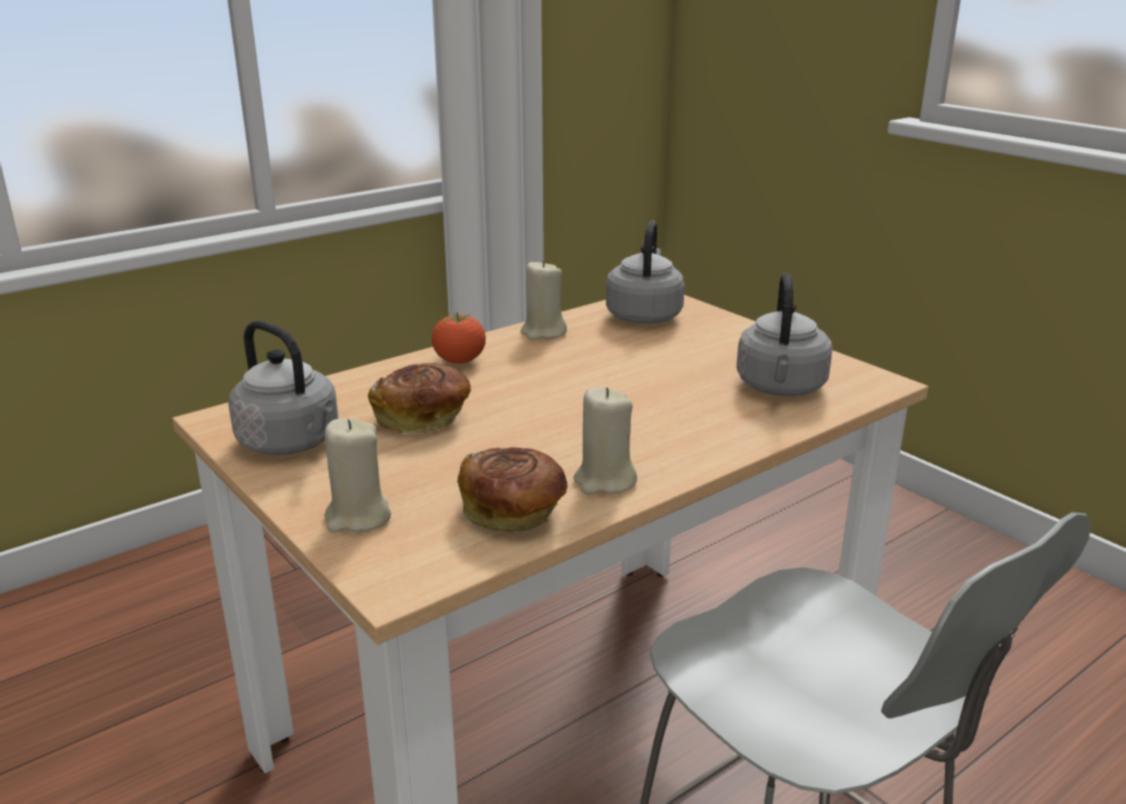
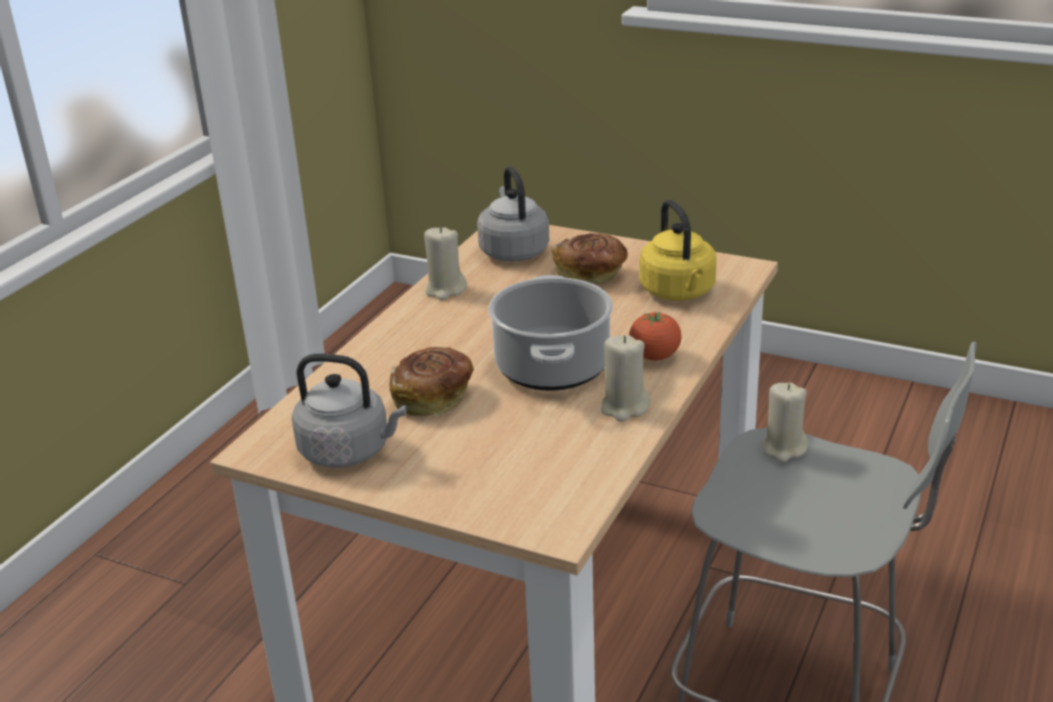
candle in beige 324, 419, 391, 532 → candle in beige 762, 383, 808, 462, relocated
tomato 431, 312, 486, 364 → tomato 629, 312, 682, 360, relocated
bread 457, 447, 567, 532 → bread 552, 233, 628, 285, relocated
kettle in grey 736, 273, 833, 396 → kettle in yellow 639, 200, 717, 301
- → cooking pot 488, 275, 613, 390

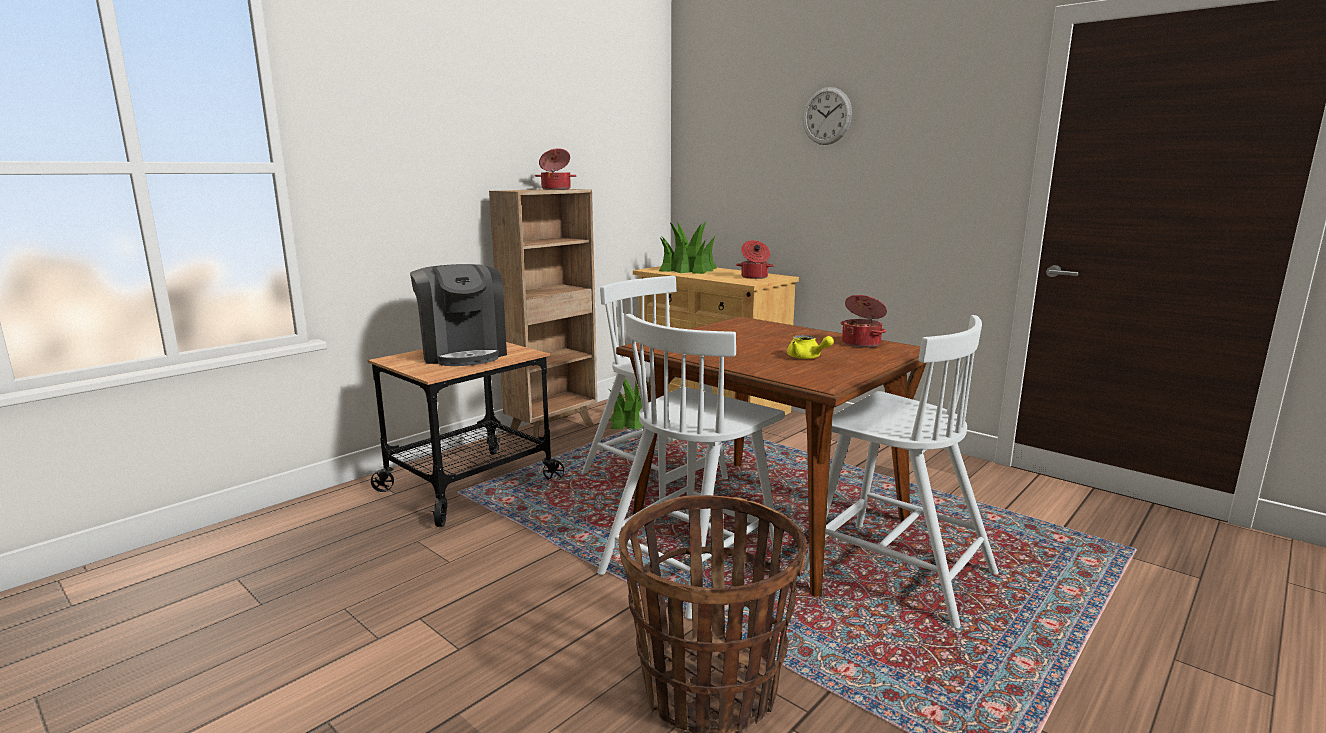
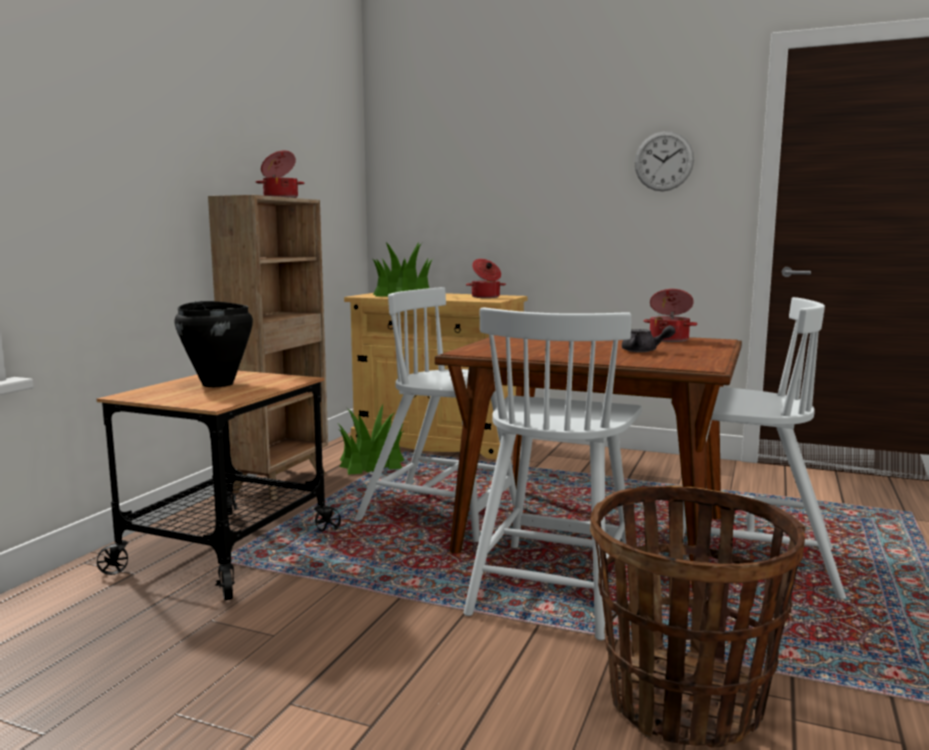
coffee machine 410, 264, 507, 366 → cooking pot in black 174, 301, 253, 387
teapot in yellow 787, 335, 834, 359 → teapot in grey 622, 325, 676, 352
wall clock 803, 87, 852, 145 → wall clock 634, 131, 694, 191, relocated

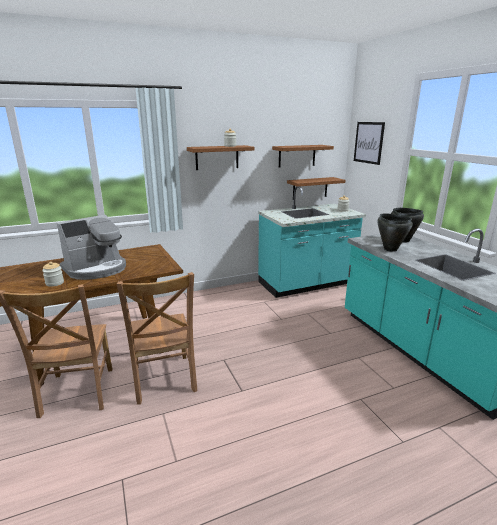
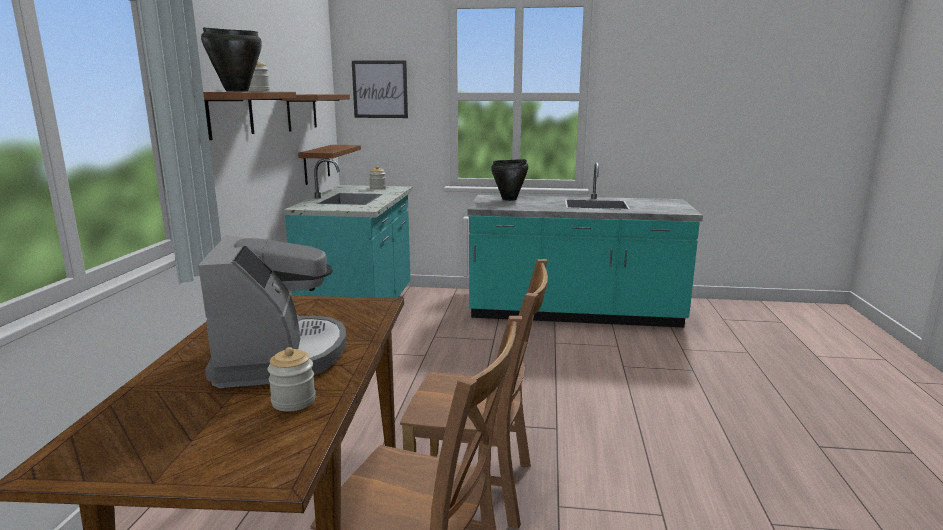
cooking pot in black 377, 213, 413, 252 → cooking pot in black 201, 27, 262, 92, relocated

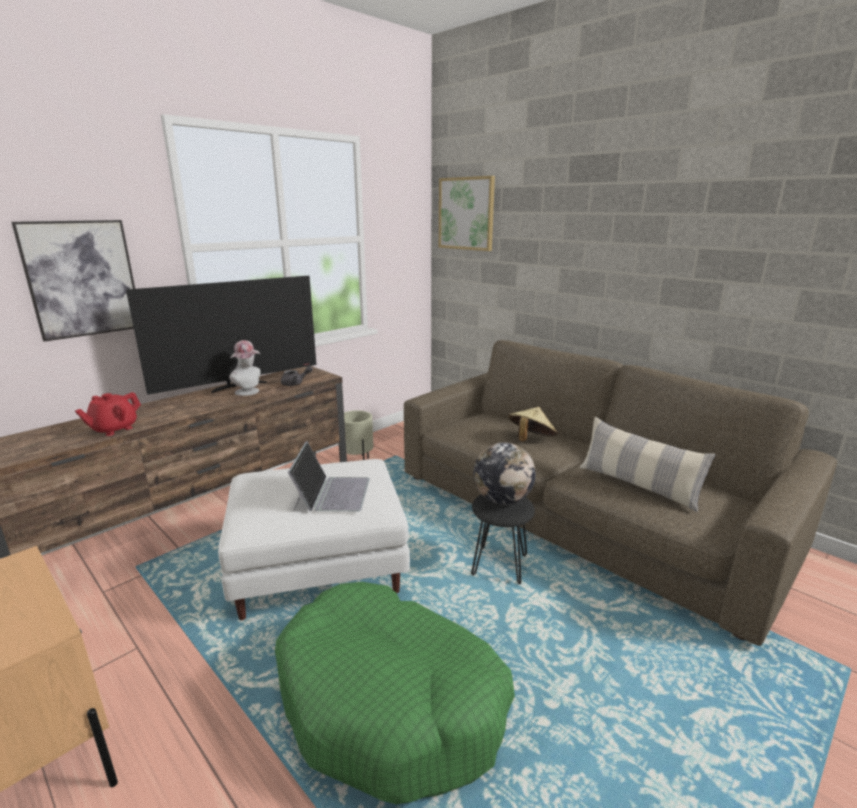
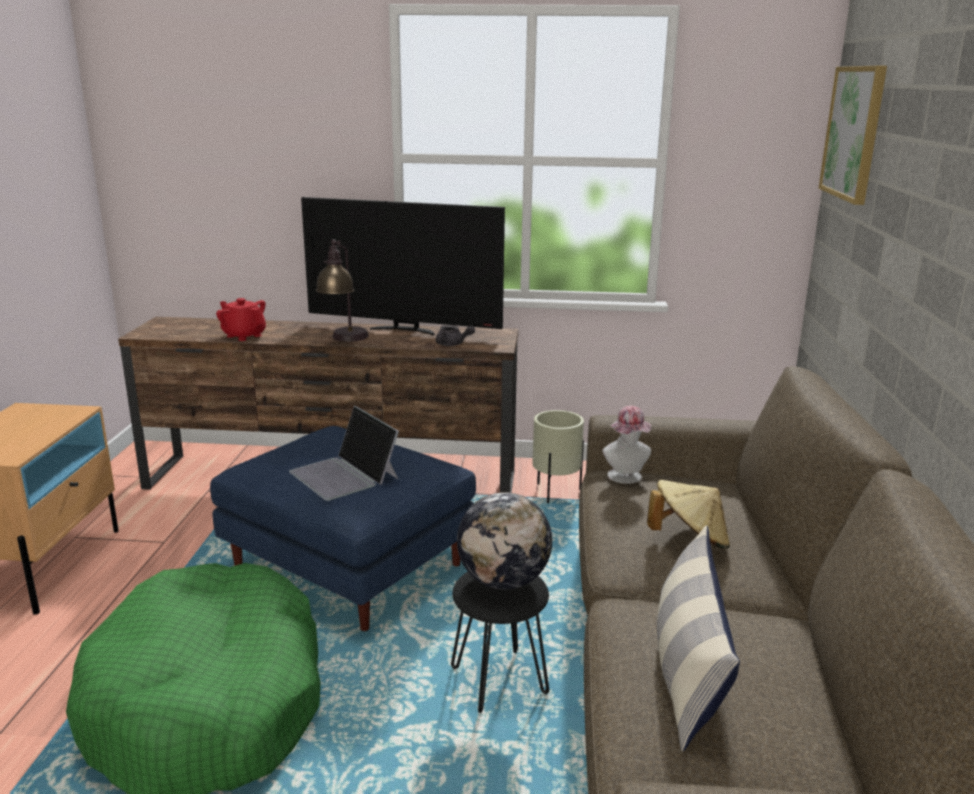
picture 11, 220, 135, 342 → -
teapot in red 75, 392, 141, 436 → teapot in red 216, 298, 266, 341, 45 degrees clockwise
ottoman in white 218, 459, 410, 620 → ottoman in blue 210, 426, 476, 631
hat 229, 340, 261, 396 → hat 602, 406, 651, 484, relocated
laptop 288, 441, 370, 512 → laptop 289, 406, 399, 501, 90 degrees clockwise
- → table lamp 315, 239, 369, 342

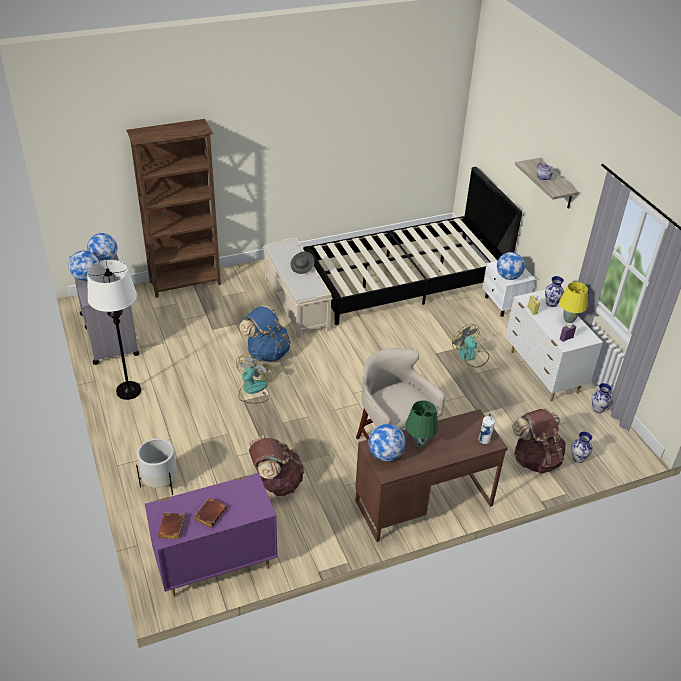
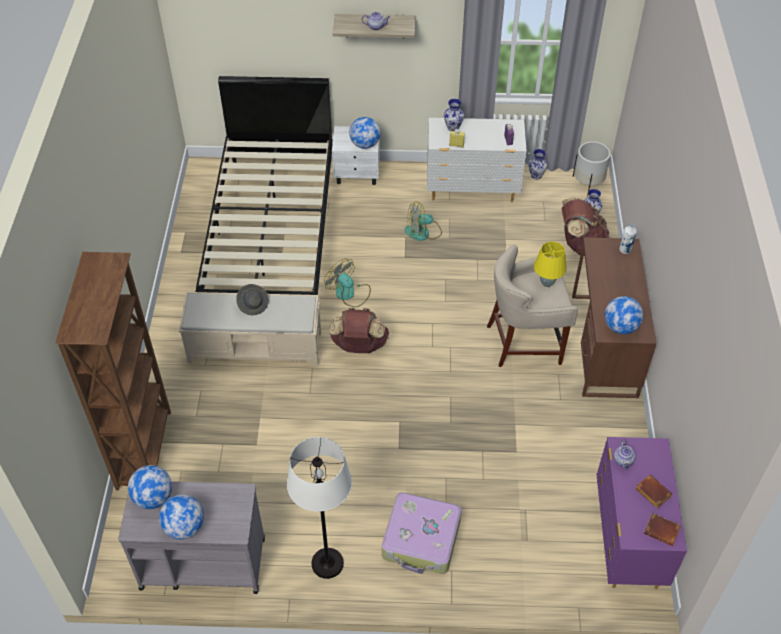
planter in white 136, 438, 177, 495 → planter in white 573, 141, 611, 196, relocated
fan 236, 354, 269, 404 → fan 324, 259, 371, 307, relocated
backpack in blue 239, 305, 291, 362 → -
backpack in brown 249, 436, 305, 496 → backpack in brown 329, 308, 389, 353, relocated
table lamp in green 405, 400, 438, 447 → -
table lamp in yellow 559, 282, 588, 323 → table lamp in yellow 534, 241, 567, 287, relocated
- → suitcase 382, 492, 462, 574
- → teapot 614, 439, 636, 470

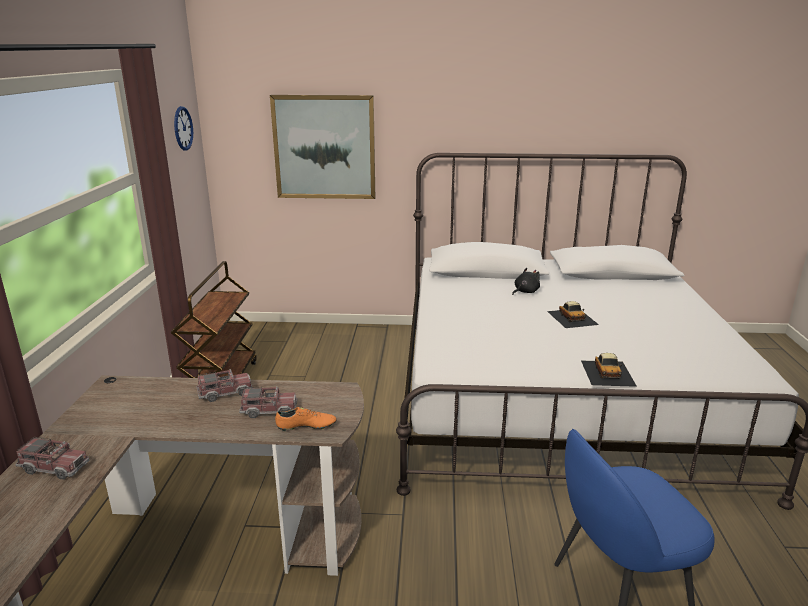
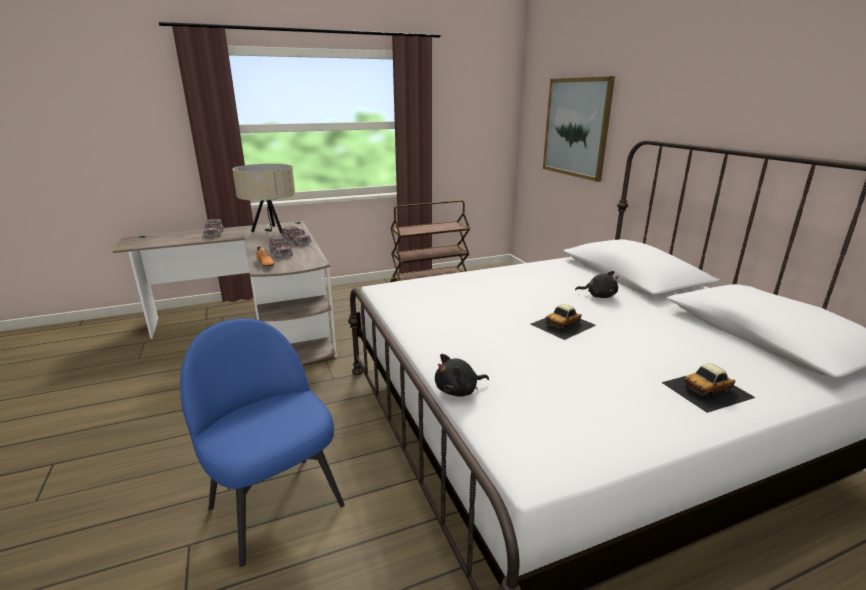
wall clock 174, 106, 193, 150 → -
toy car 581, 353, 637, 387 → toy car 661, 364, 756, 413, relocated
- → table lamp in beige 232, 164, 295, 234
- → plush toy in black 435, 354, 489, 397

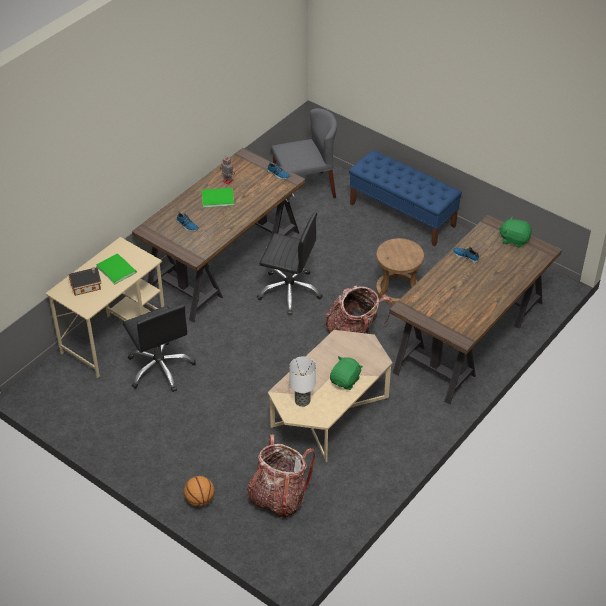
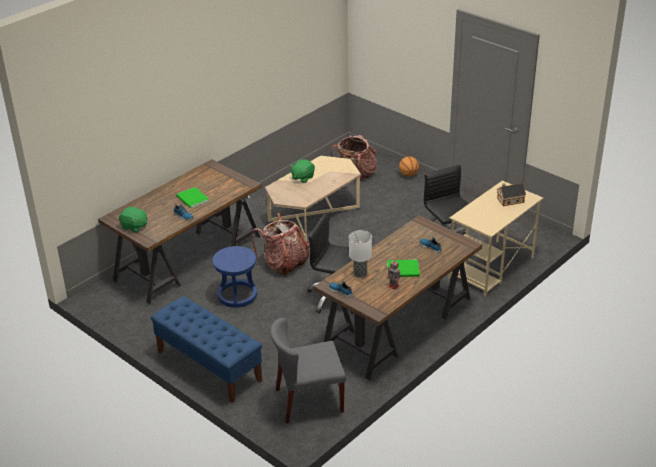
book in green 96, 253, 137, 284 → book in green 176, 187, 209, 208, relocated
table lamp 289, 357, 316, 407 → table lamp 349, 230, 372, 278, relocated
stool in brown 376, 238, 424, 305 → stool in blue 212, 246, 257, 308

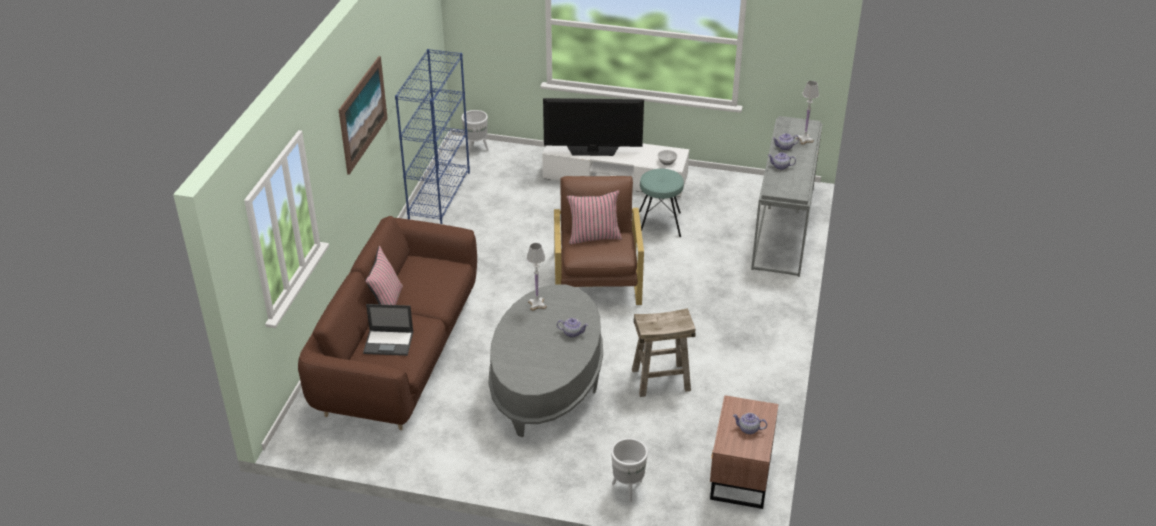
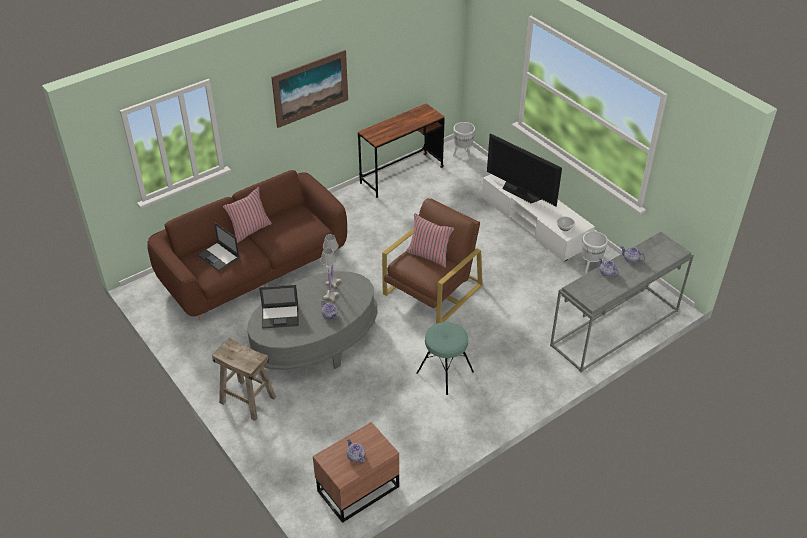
bookcase in blue 395, 49, 470, 224 → desk in brown 358, 103, 445, 198
planter in white 611, 438, 648, 502 → planter in white 582, 231, 608, 273, relocated
stool in beige 632, 308, 696, 397 → stool in beige 212, 338, 276, 421, relocated
stool in turquoise 639, 169, 684, 237 → stool in turquoise 416, 322, 474, 395, relocated
table lamp in white 796, 81, 819, 145 → table lamp in white 320, 248, 339, 303, relocated
- → laptop 259, 285, 299, 329

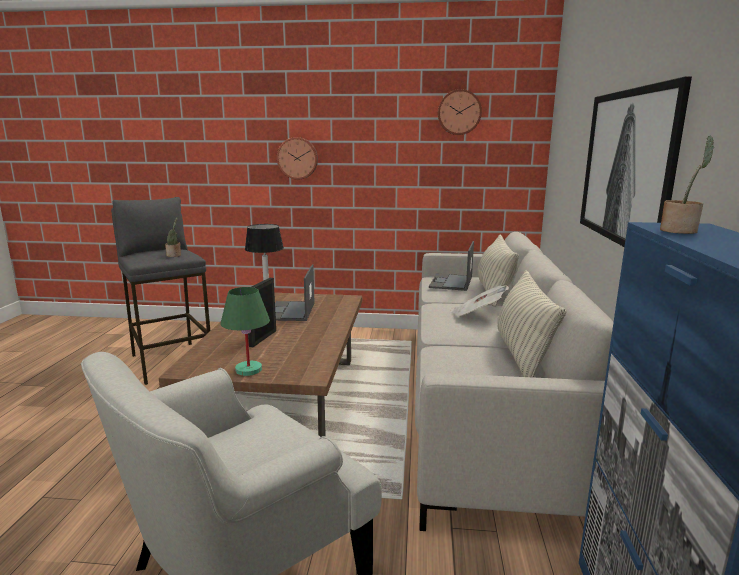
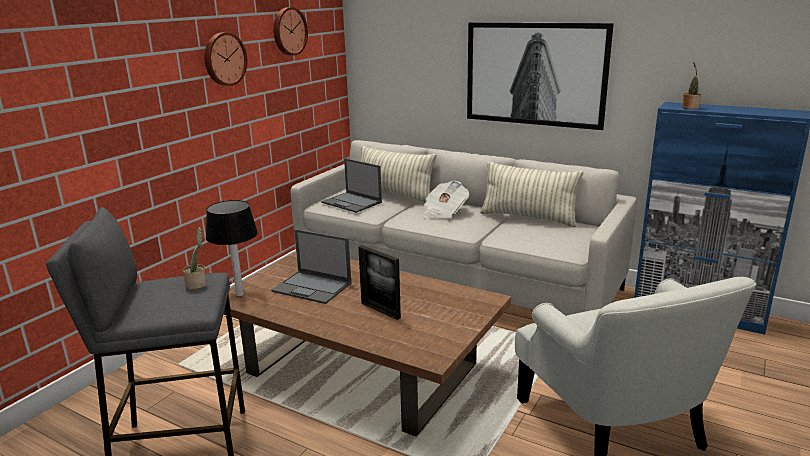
table lamp in green 220, 287, 270, 376 → -
wall clock 277, 137, 318, 180 → wall clock 204, 32, 247, 86, relocated

